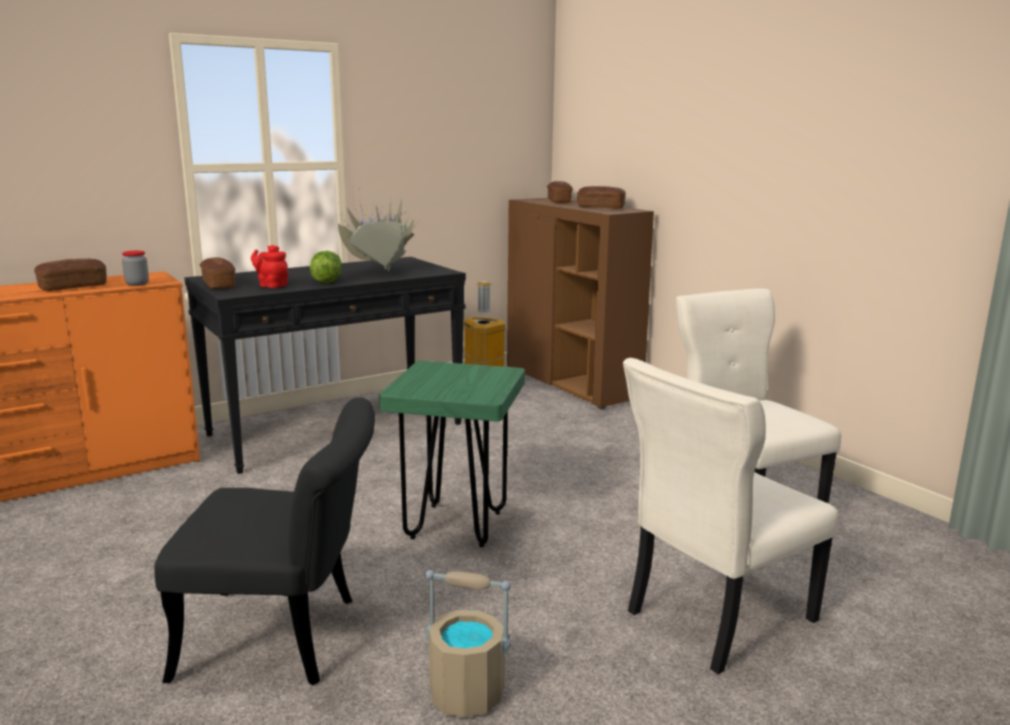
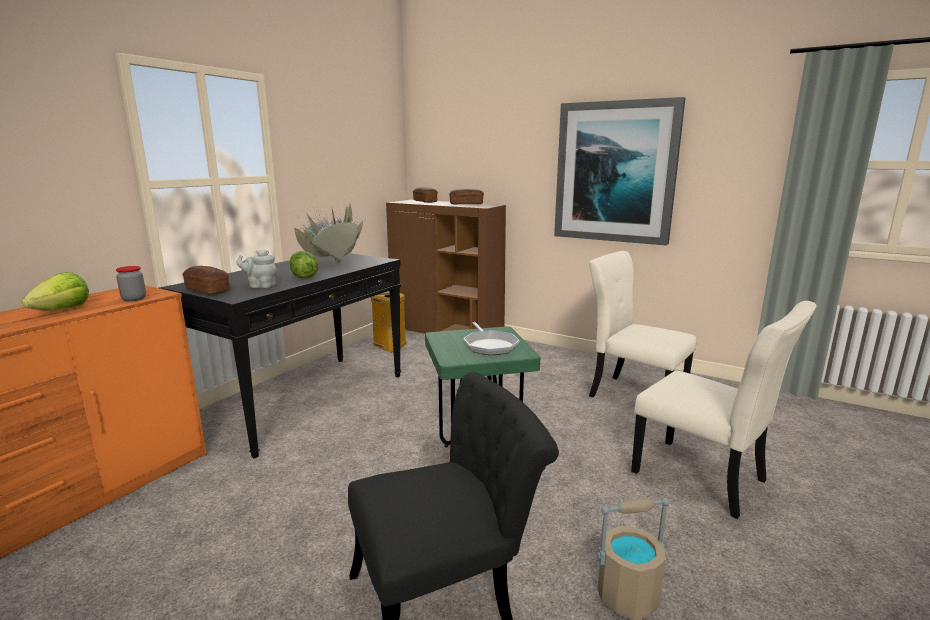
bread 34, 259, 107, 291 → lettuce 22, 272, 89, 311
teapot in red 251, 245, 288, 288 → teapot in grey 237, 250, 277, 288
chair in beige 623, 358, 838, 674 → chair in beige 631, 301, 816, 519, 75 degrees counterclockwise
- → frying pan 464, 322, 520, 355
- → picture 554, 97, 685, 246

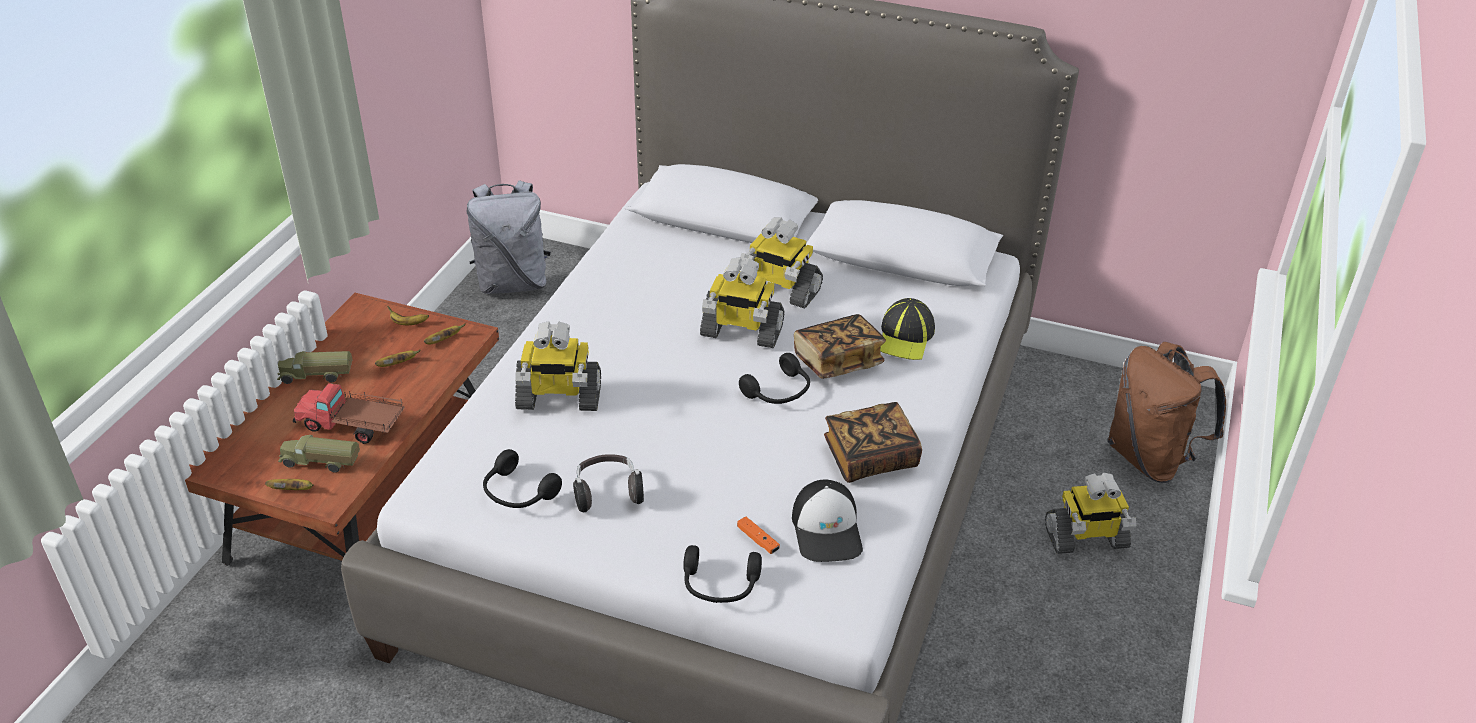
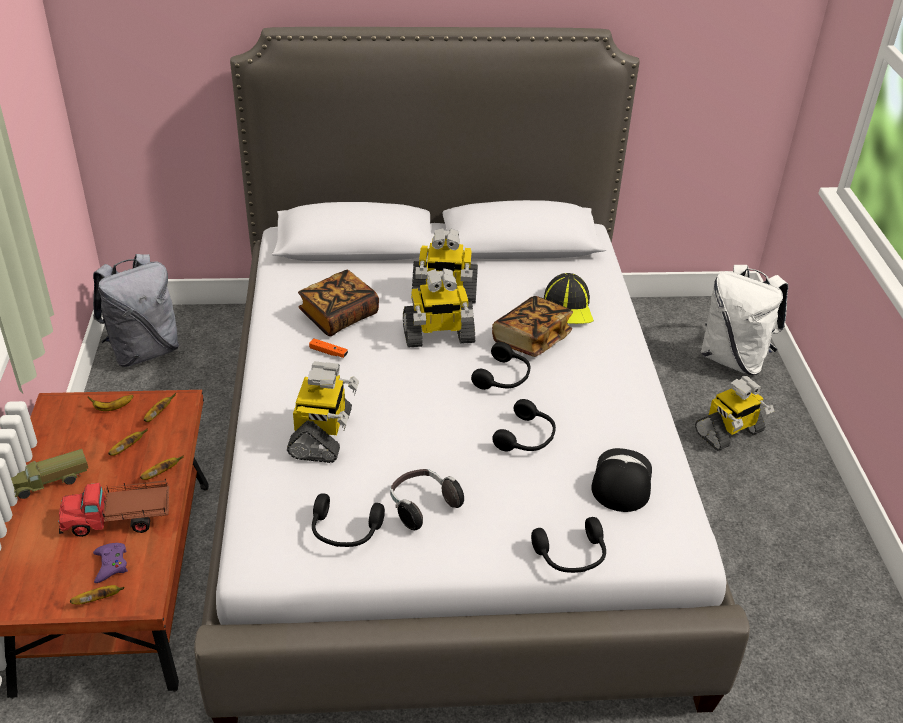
toy truck 278, 435, 360, 472 → game controller in purple 93, 543, 128, 583
toy robot 515, 321, 601, 411 → toy robot 287, 361, 359, 463, 60 degrees counterclockwise
game controller in orange 737, 517, 780, 554 → game controller in orange 309, 338, 348, 358, relocated
cap 792, 480, 863, 562 → cap 591, 448, 652, 512, 135 degrees counterclockwise
book 824, 402, 922, 483 → book 298, 270, 379, 336, relocated
backpack in brown 1108, 342, 1226, 483 → backpack in white 701, 265, 789, 375
- → banana 140, 455, 184, 480
- → headphones in black 492, 399, 556, 451

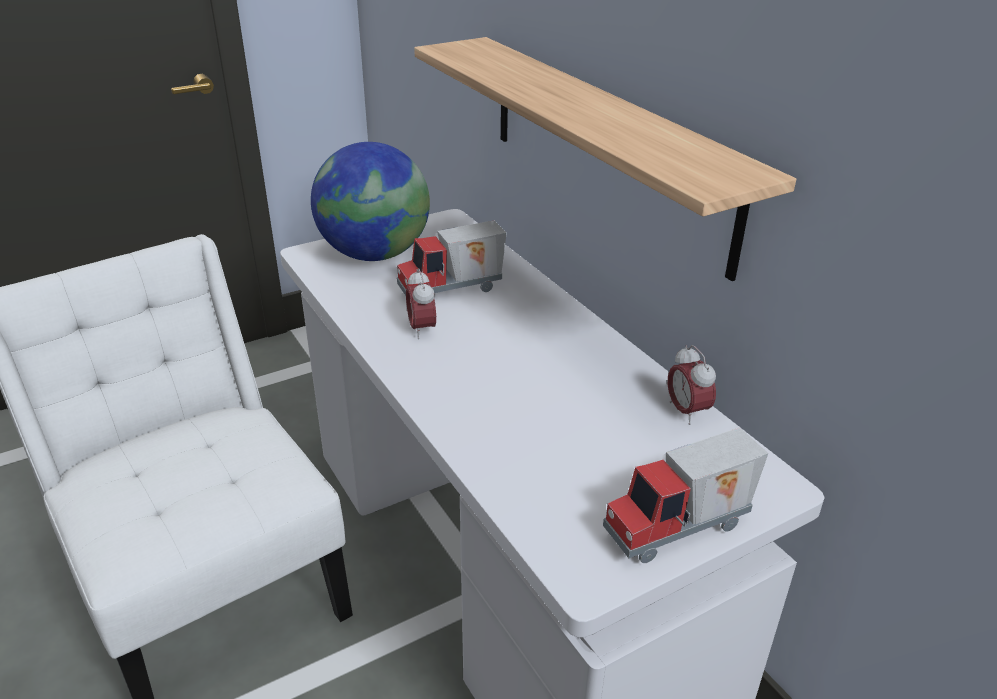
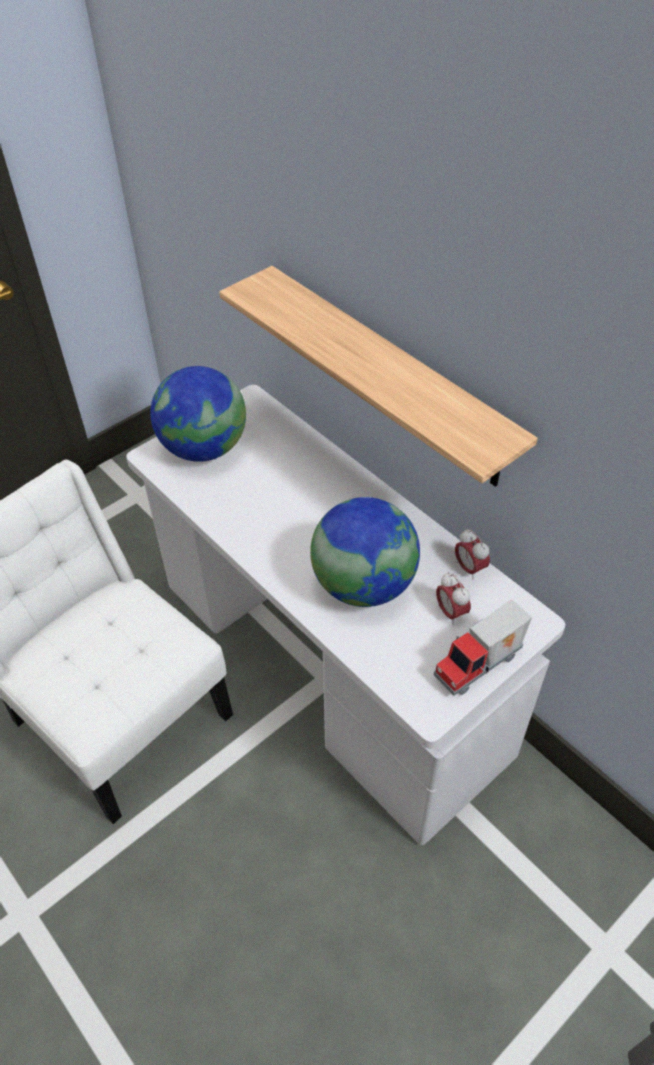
toy truck 397, 220, 507, 296 → -
alarm clock 406, 268, 436, 339 → alarm clock 436, 572, 471, 625, relocated
- → globe 310, 497, 420, 607

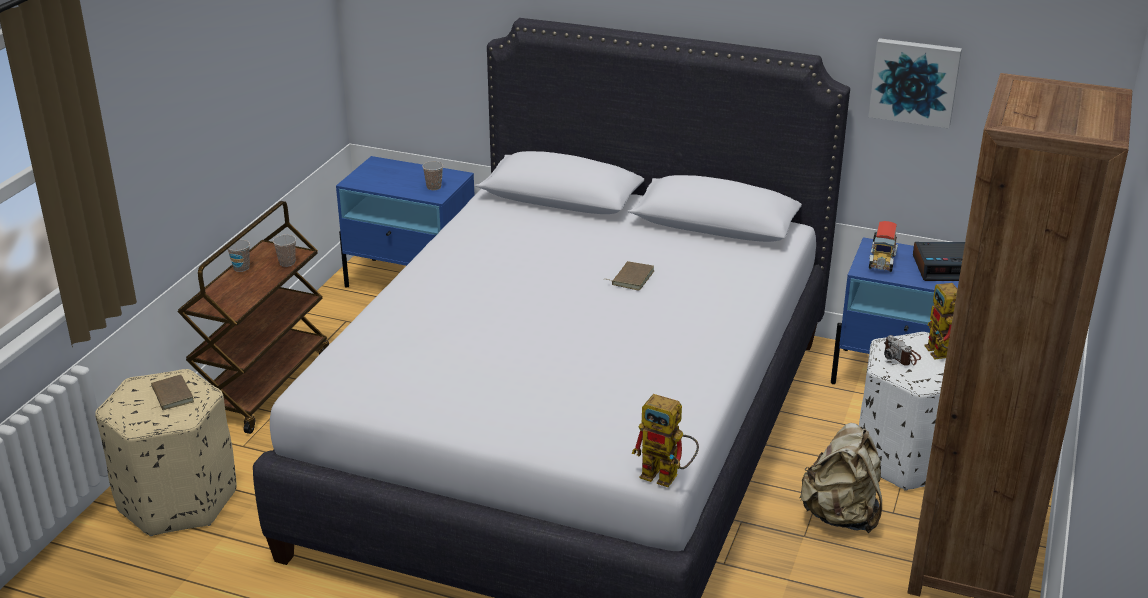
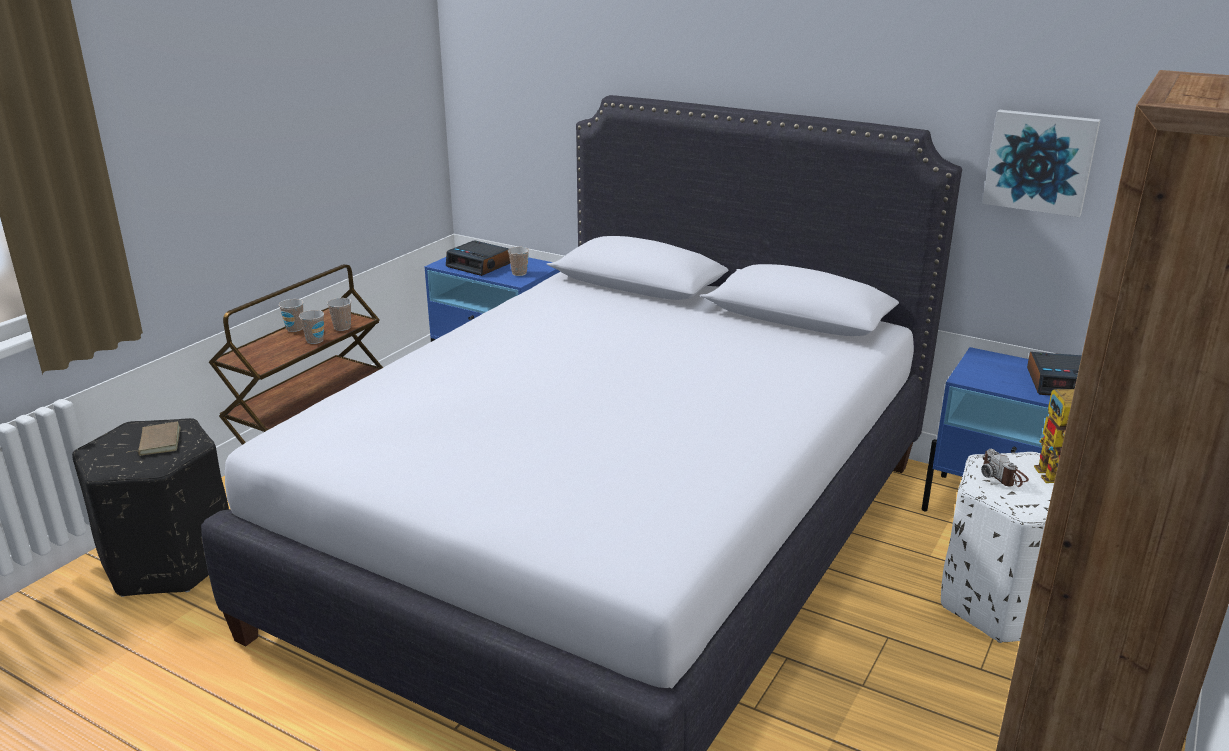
ottoman in beige 95, 369, 237, 536 → ottoman in black 72, 418, 229, 597
book in brown 607, 261, 654, 291 → -
toy robot 632, 394, 699, 487 → -
backpack in beige 799, 423, 882, 533 → -
toy truck 869, 221, 898, 272 → -
- → cup 299, 310, 324, 344
- → alarm clock 446, 240, 510, 276

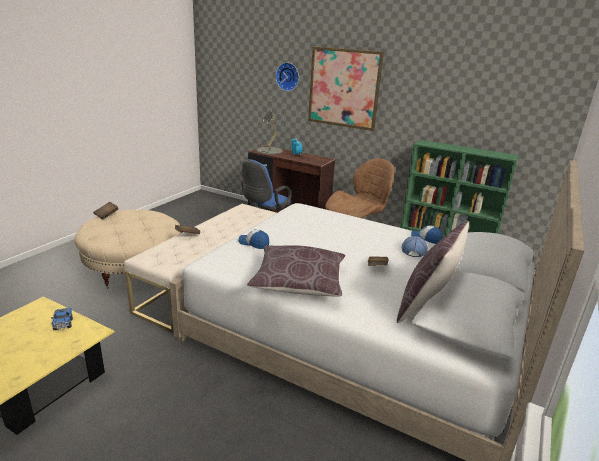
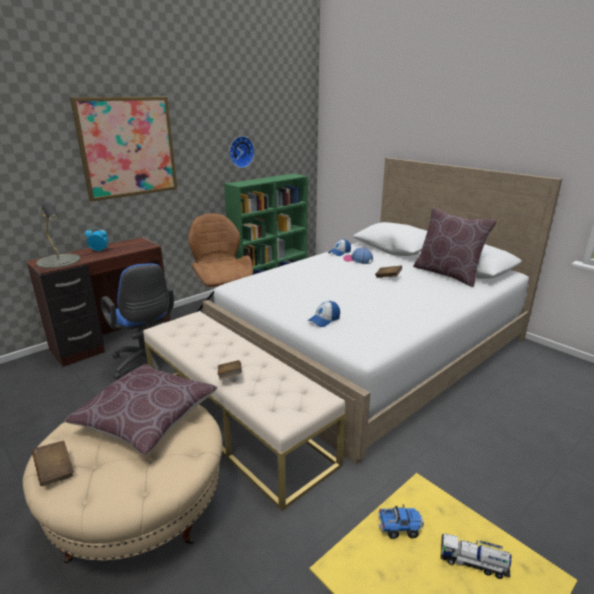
pillow in brown 247, 245, 346, 297 → pillow in brown 64, 364, 217, 455, relocated
wall clock 276, 63, 299, 91 → wall clock 229, 136, 254, 168, relocated
- → toy truck 441, 533, 512, 579

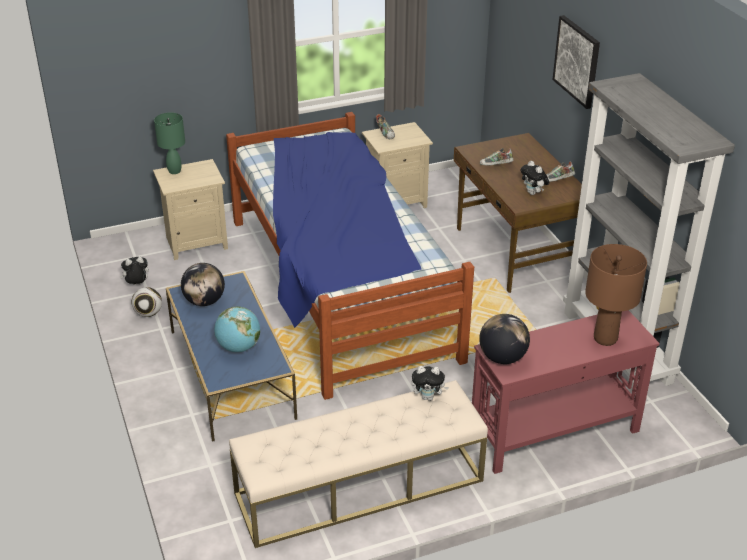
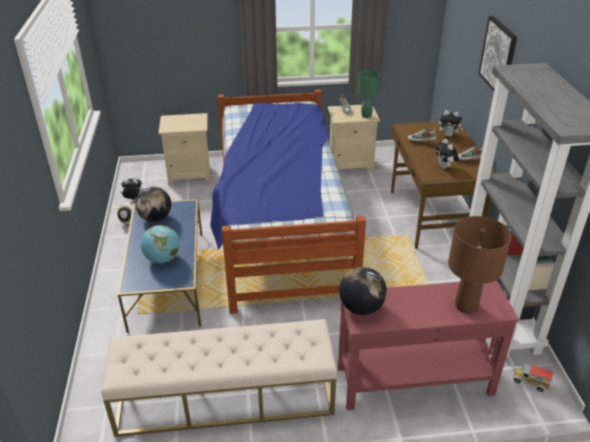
table lamp in green 154, 113, 185, 174 → table lamp in green 358, 70, 380, 118, relocated
plush toy 411, 366, 449, 401 → plush toy 439, 110, 463, 137, relocated
- → toy truck 513, 364, 553, 392

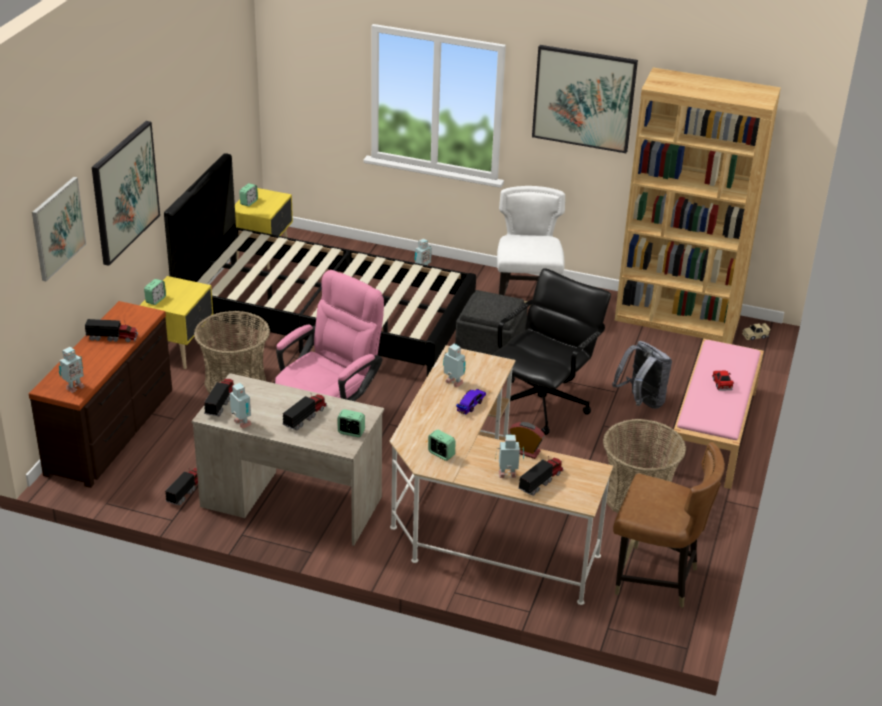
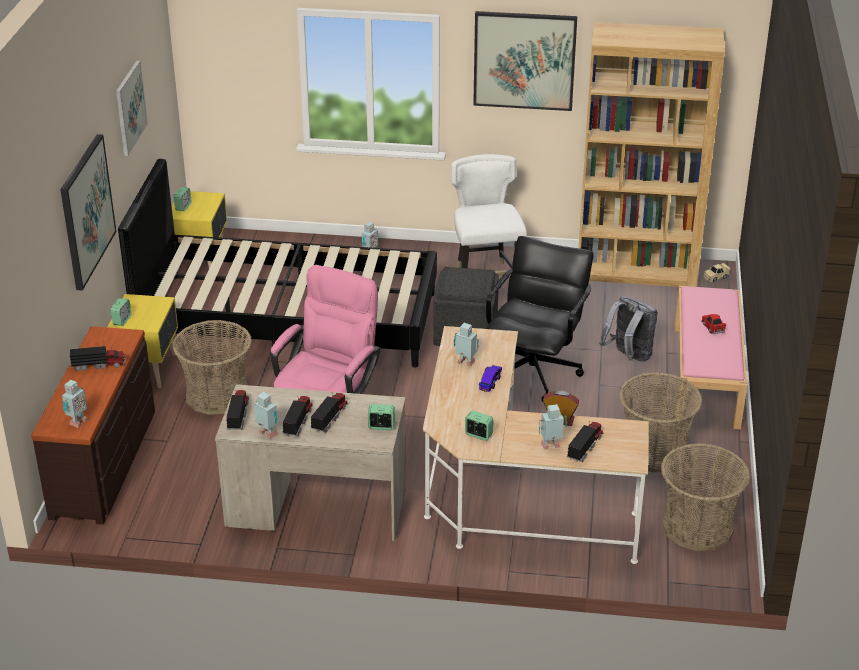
picture 32, 177, 86, 281 → picture 116, 61, 148, 156, relocated
toy truck 165, 468, 198, 506 → toy truck 282, 396, 313, 436, relocated
chair in brown 613, 442, 725, 608 → basket 661, 443, 750, 551

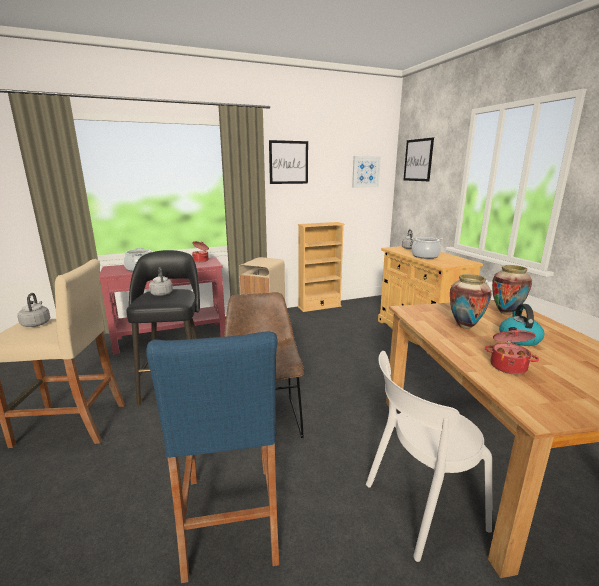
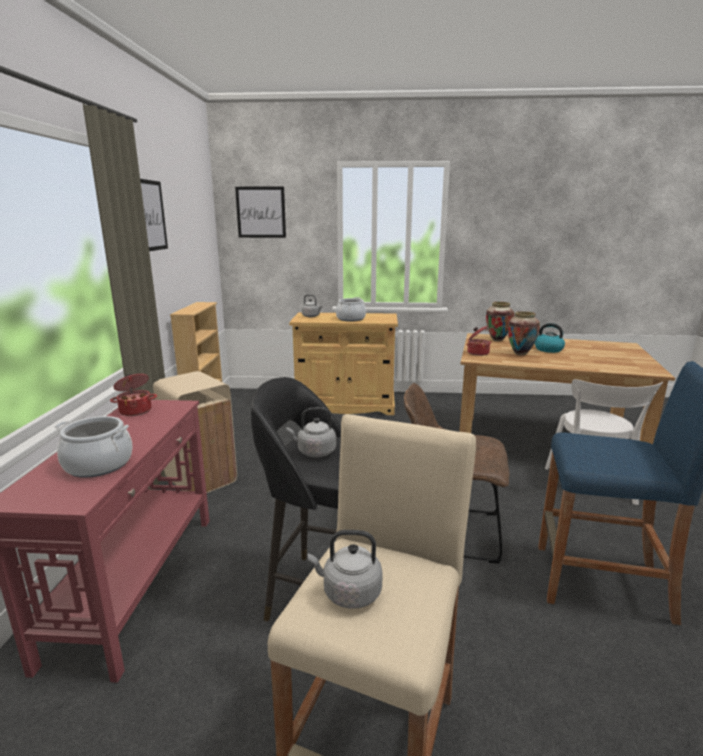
picture 352, 156, 381, 188 → -
cooking pot 485, 327, 539, 375 → cooking pot 467, 326, 491, 356, relocated

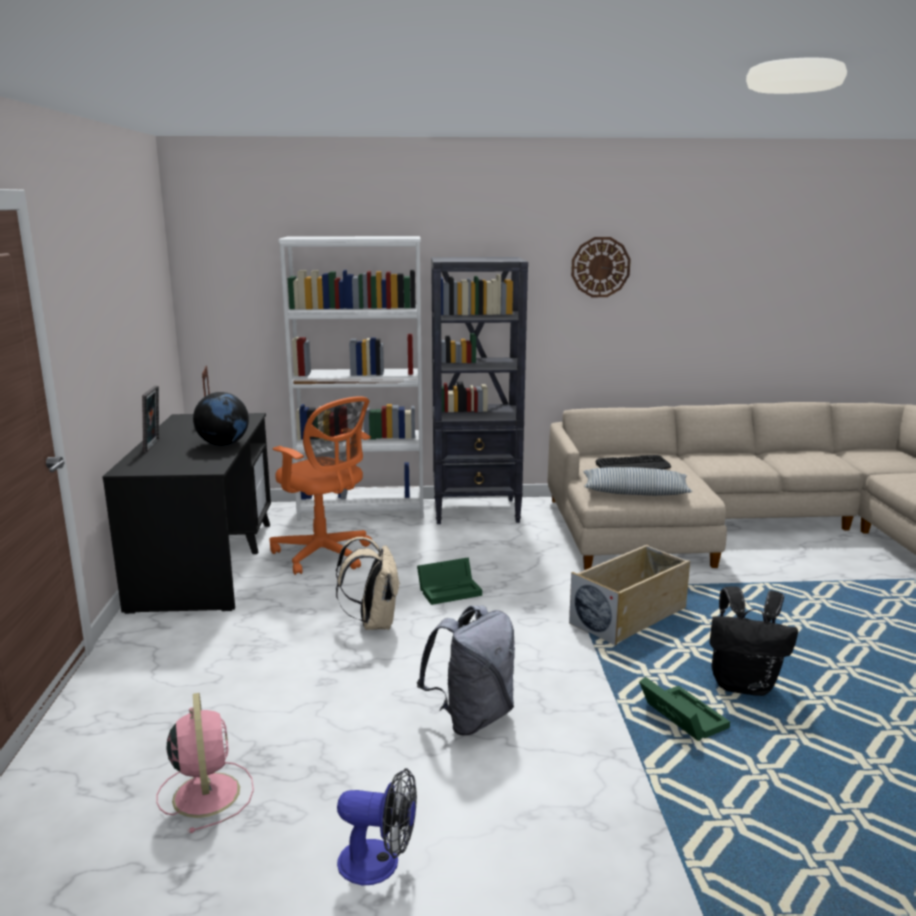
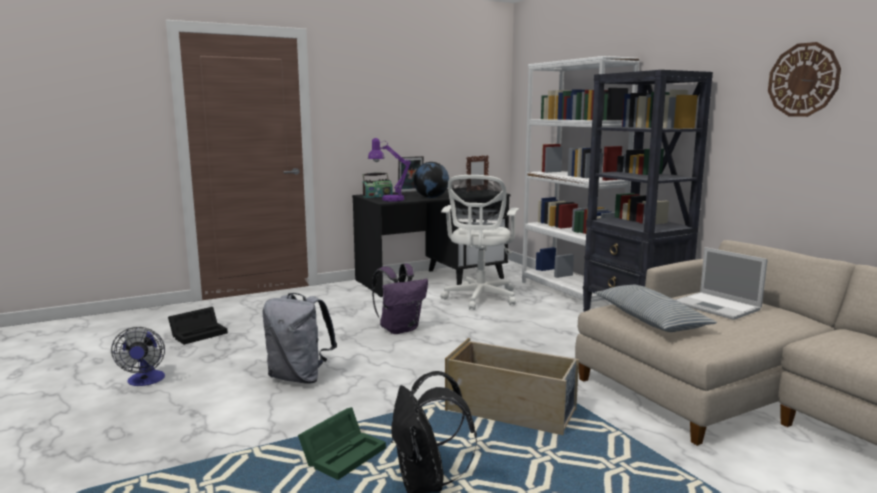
fan in pink 156, 693, 254, 833 → storage box in black 168, 307, 228, 345
office chair in orange 269, 396, 372, 575 → office chair in white 440, 175, 519, 310
backpack in beige 336, 537, 400, 630 → backpack in purple 372, 263, 428, 334
storage box in green 417, 558, 482, 605 → -
keyboard 595, 455, 671, 469 → laptop 676, 247, 768, 320
- → radio 363, 172, 393, 198
- → table lamp in purple 368, 138, 411, 202

